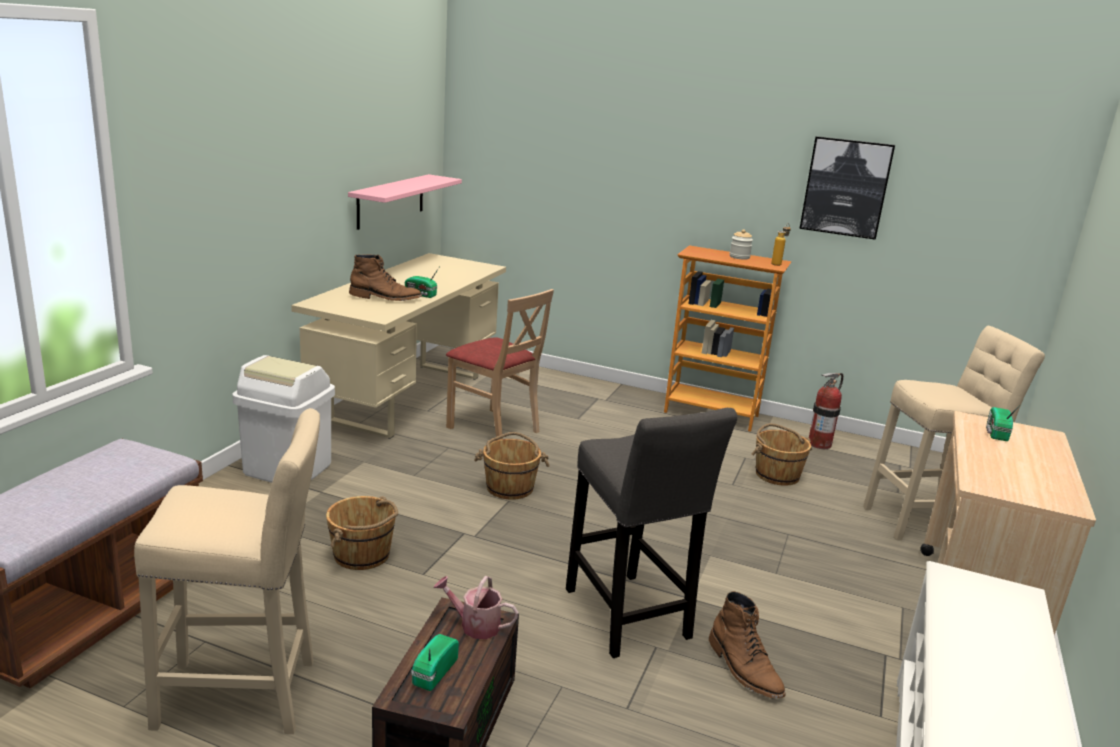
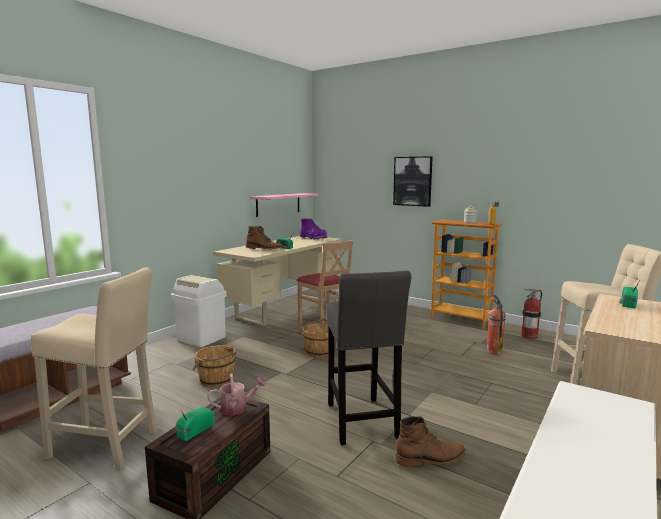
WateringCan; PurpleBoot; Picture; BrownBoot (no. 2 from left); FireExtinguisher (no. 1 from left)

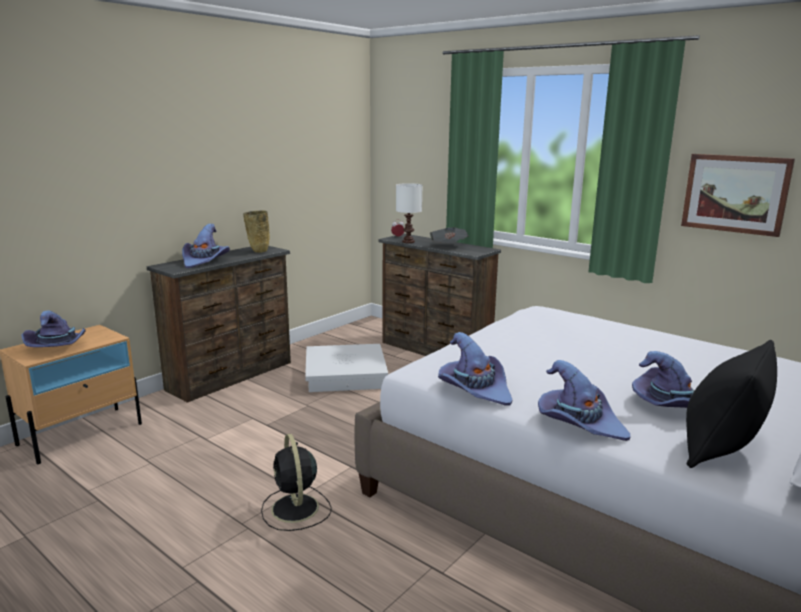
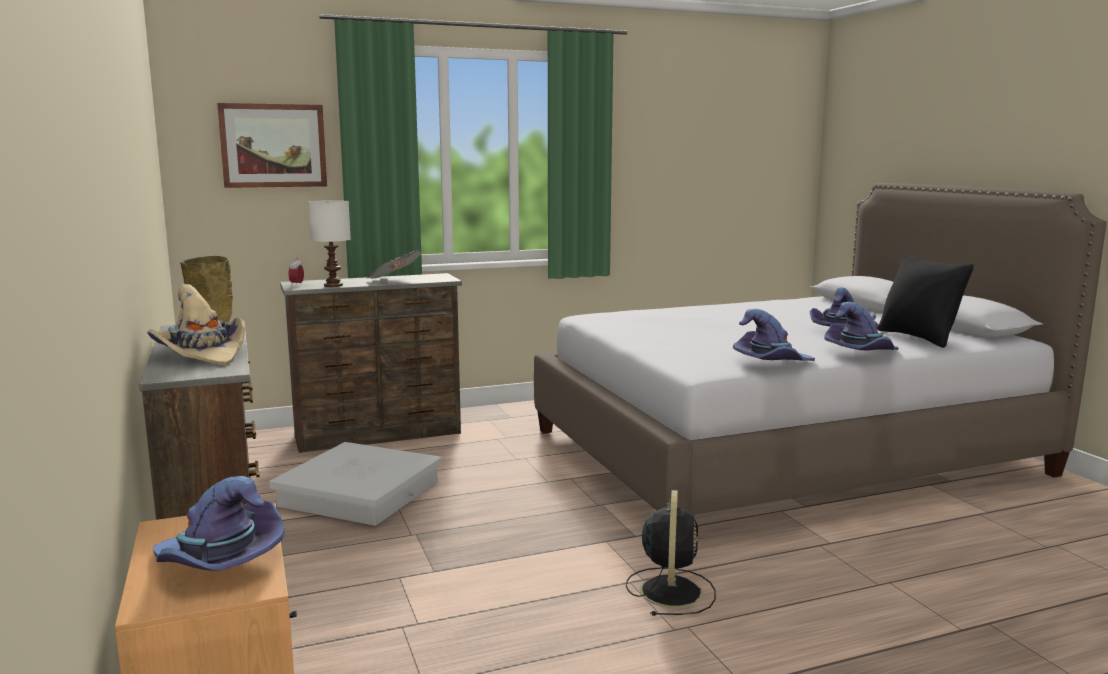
BeigeHat; Picture; BlackFan

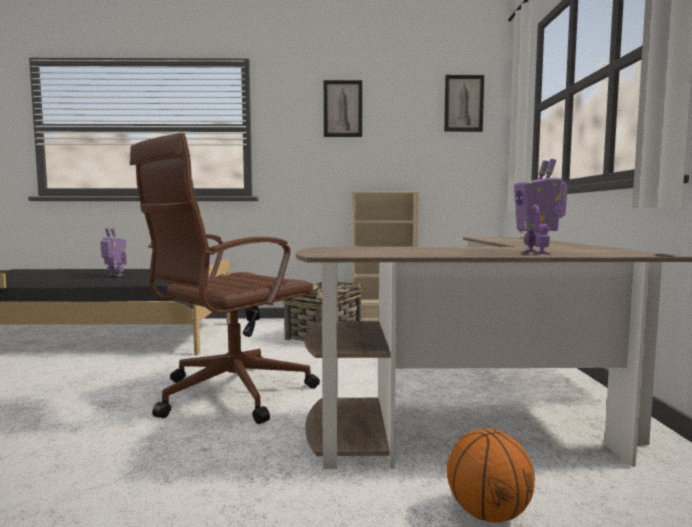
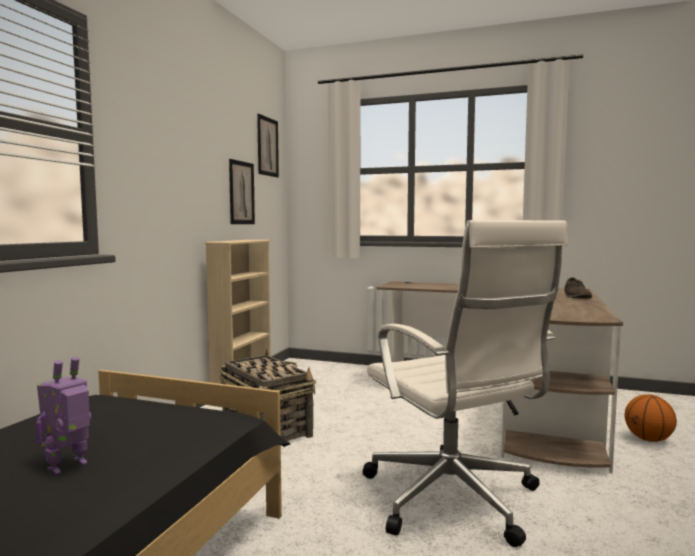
Picture (no. 1 from left); WhiteOfficeChair; BrownShoe

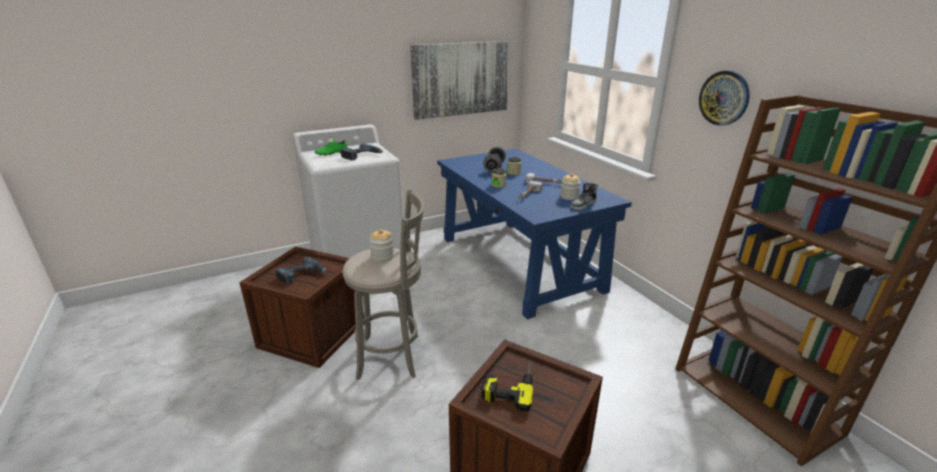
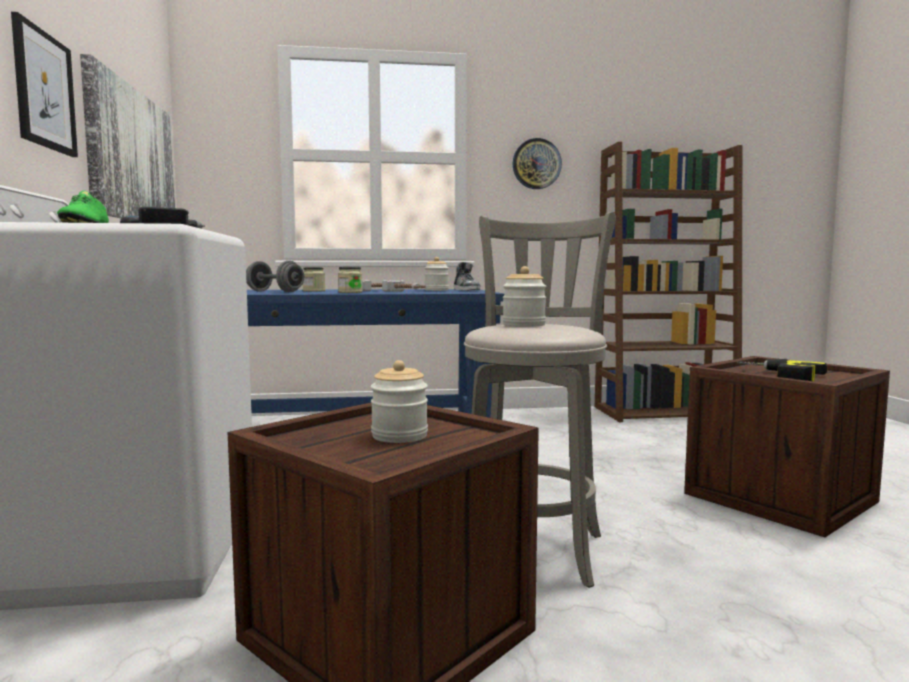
Picture (no. 1 from left); Jar (no. 3 from left)

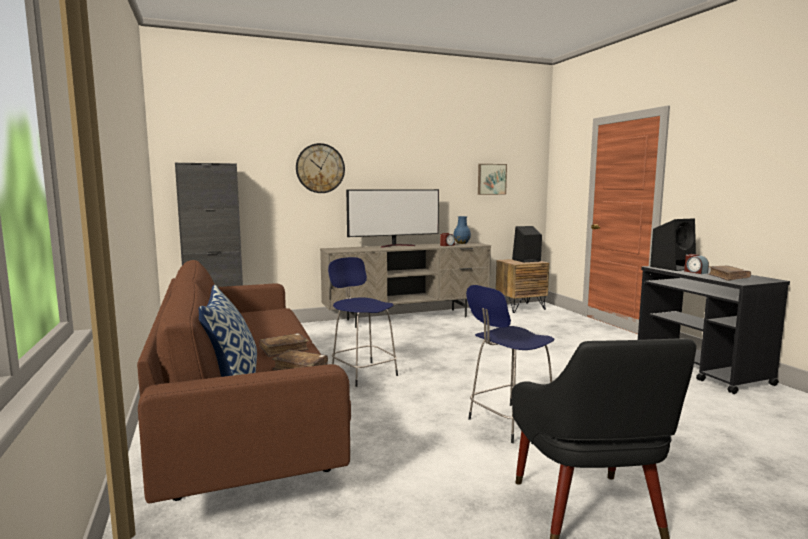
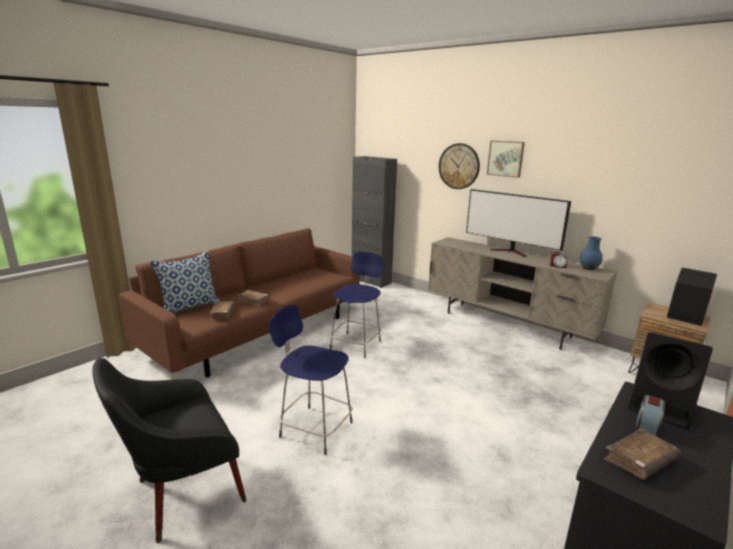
Picture

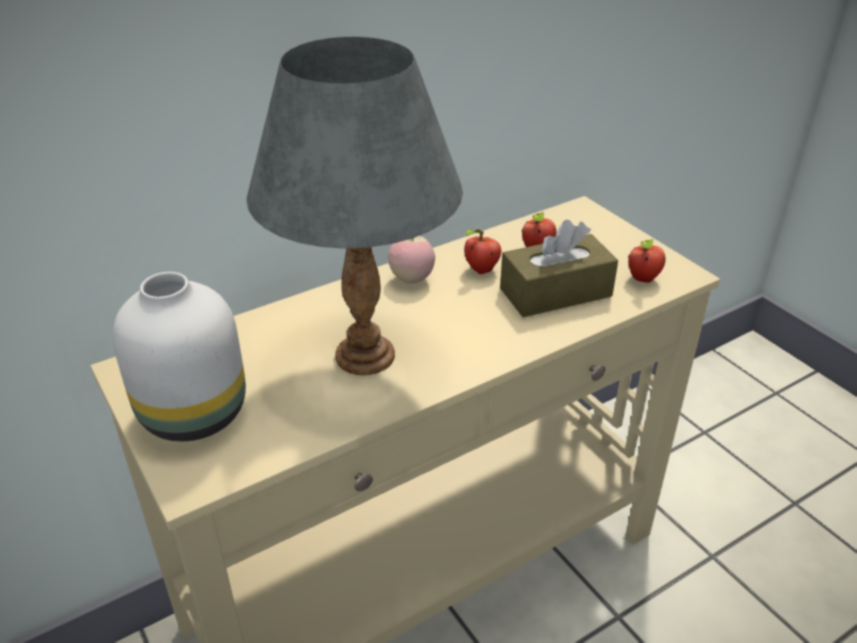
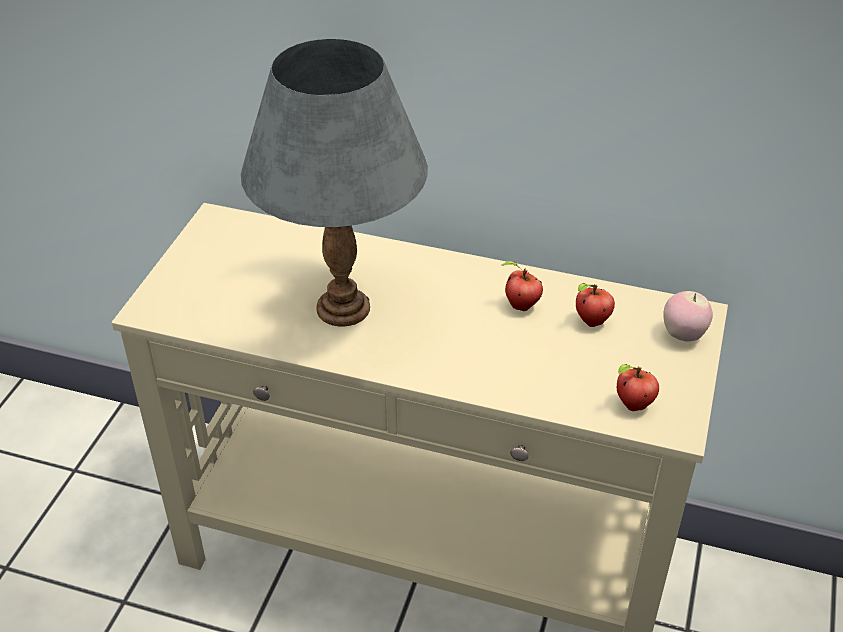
Apple (no. 4 from left); WhiteVase; BrownTissueBox

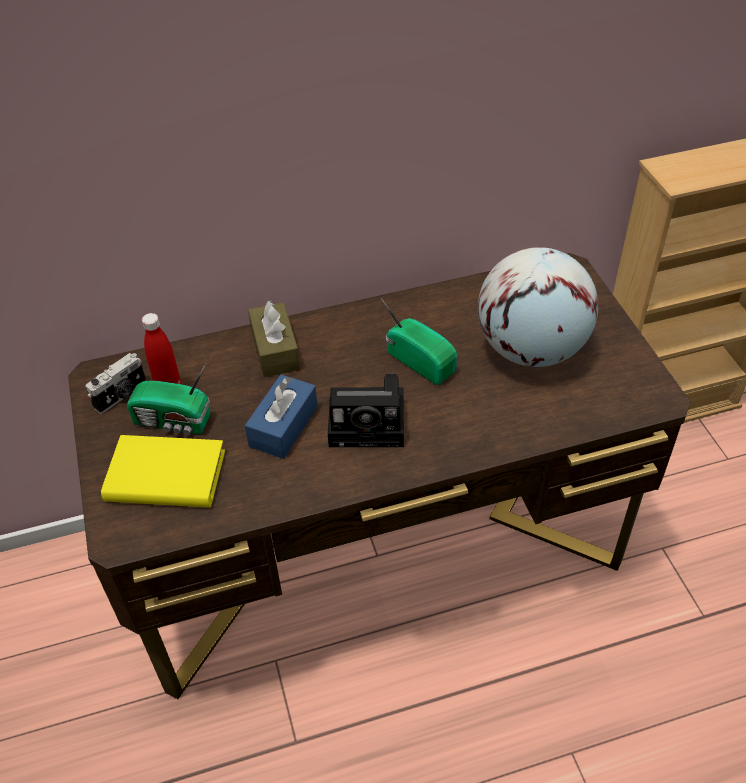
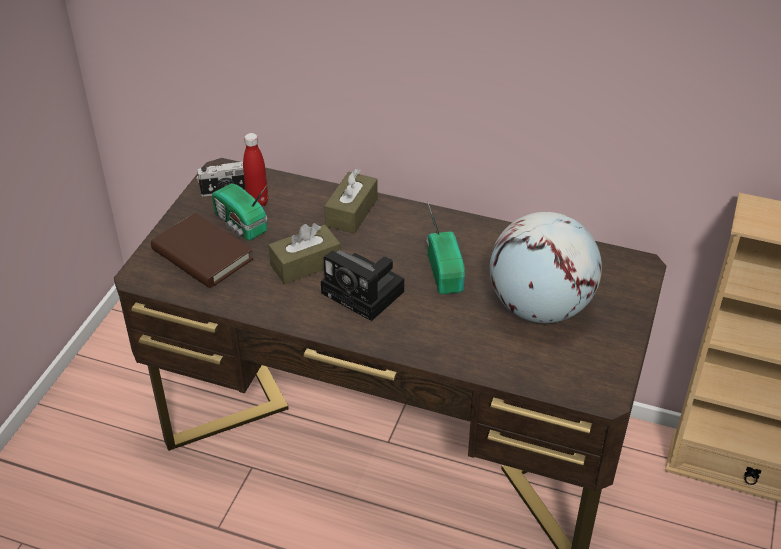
BrownBook; BrownTissueBox (no. 1 from left)

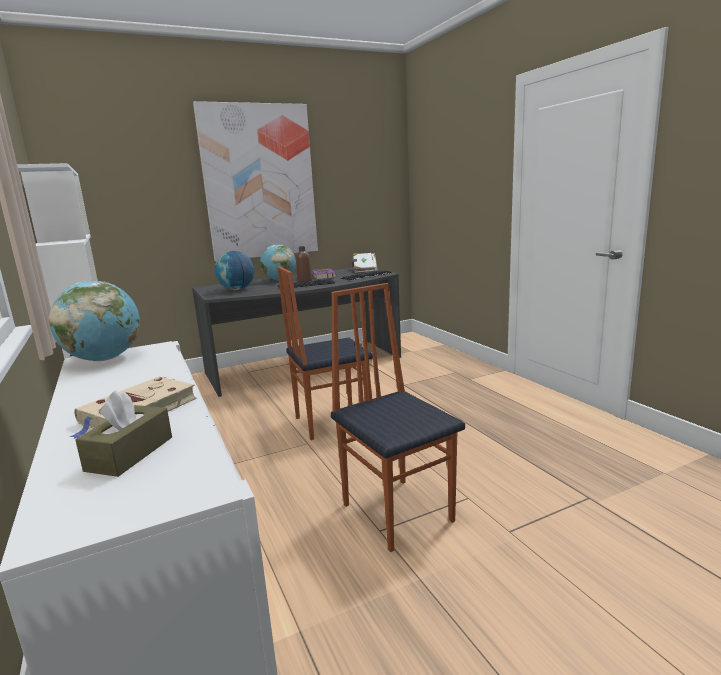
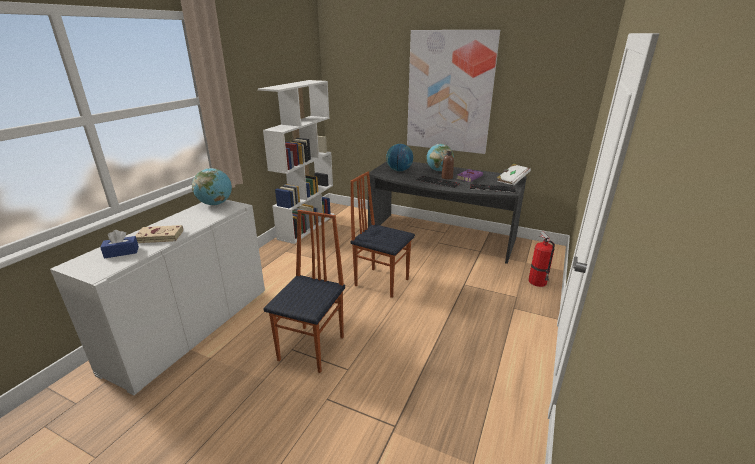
BlueTissueBox; FireExtinguisher

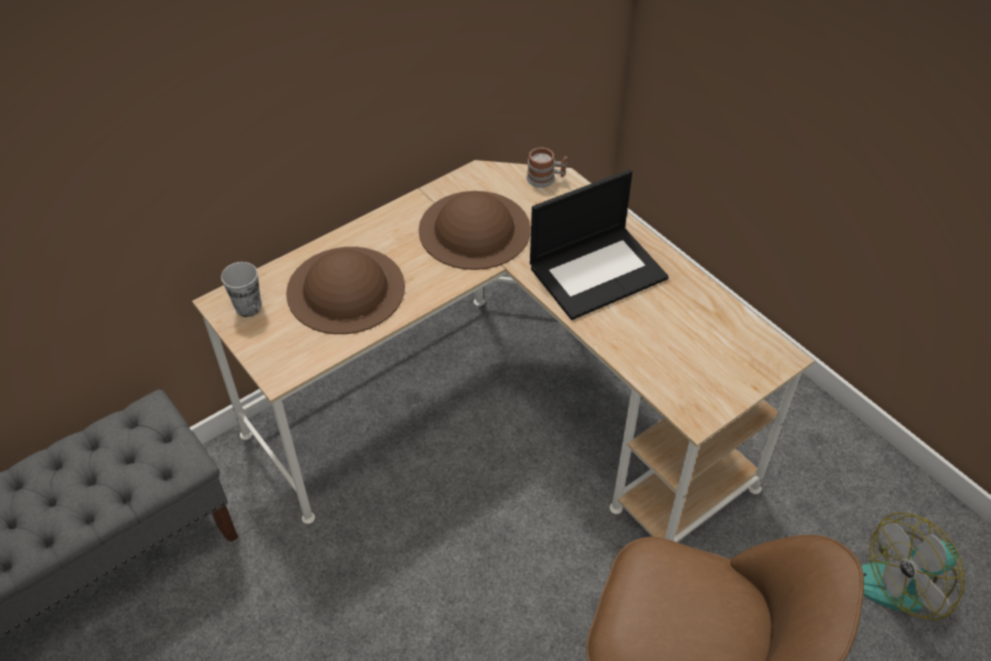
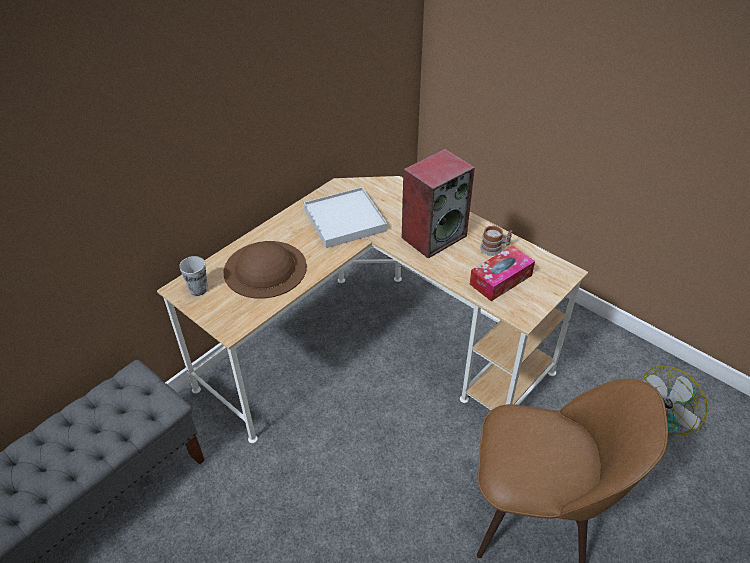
WhiteTray; Speaker; TissueBox; Mug

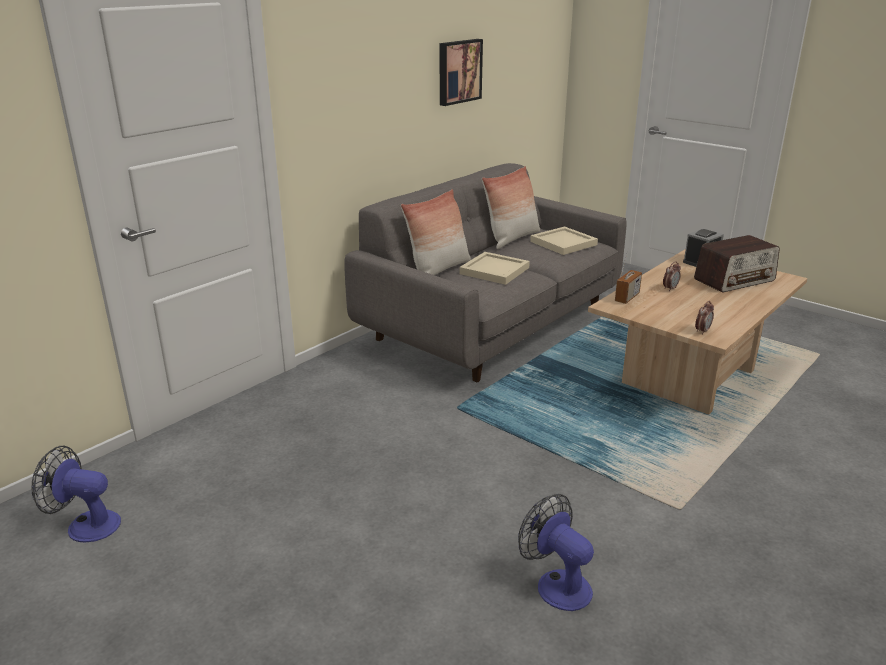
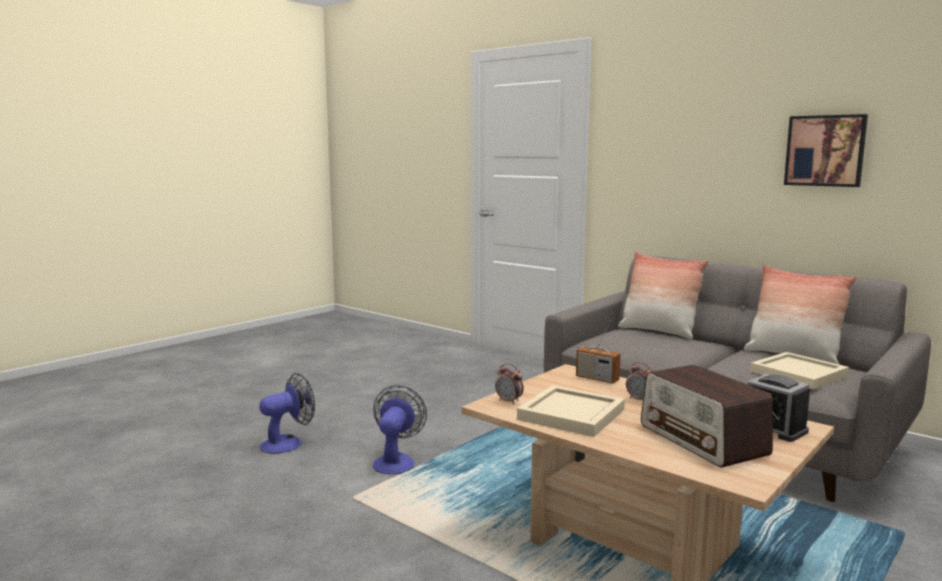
Fan (no. 2 from left); BeigeTray (no. 1 from left)

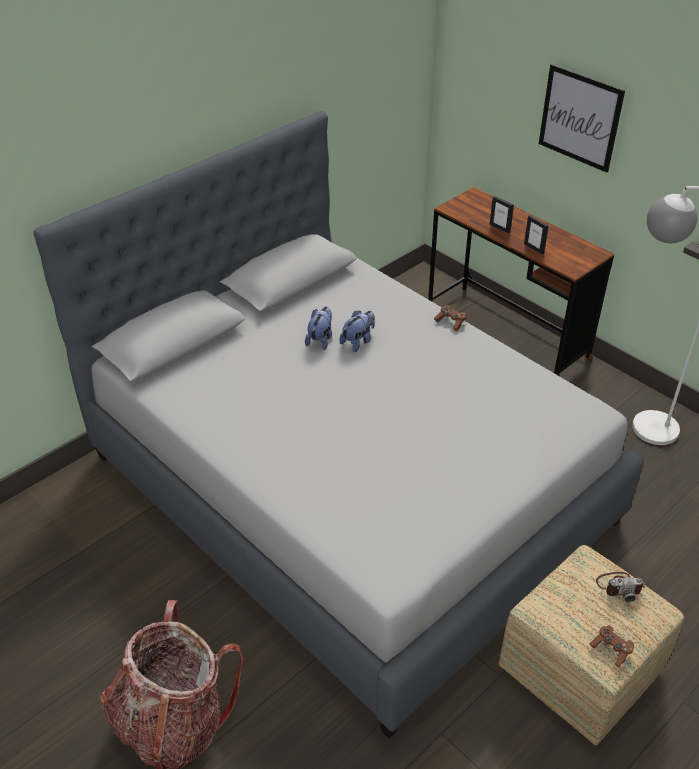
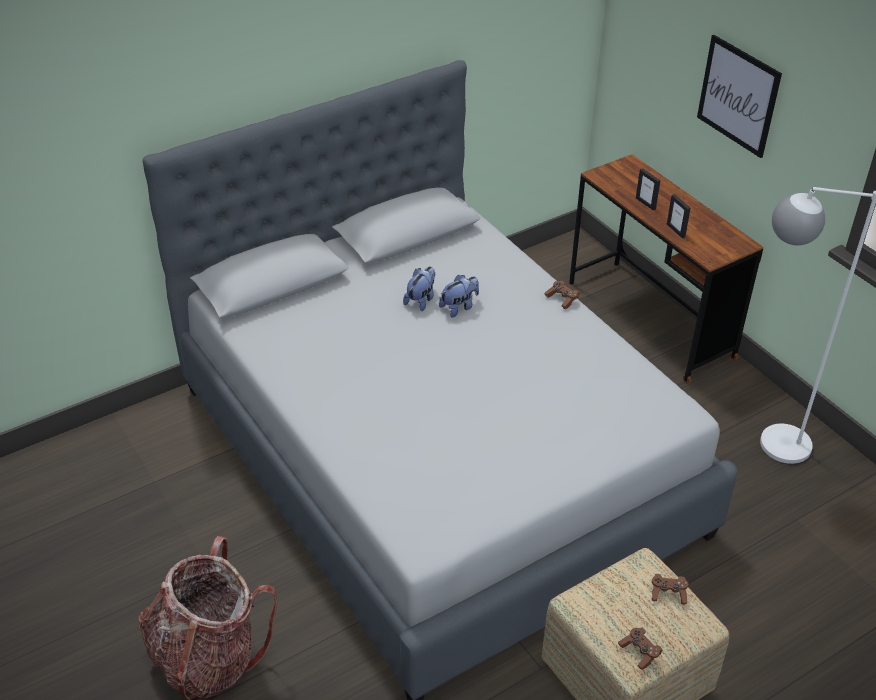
BrownGameController (no. 3 from left)

